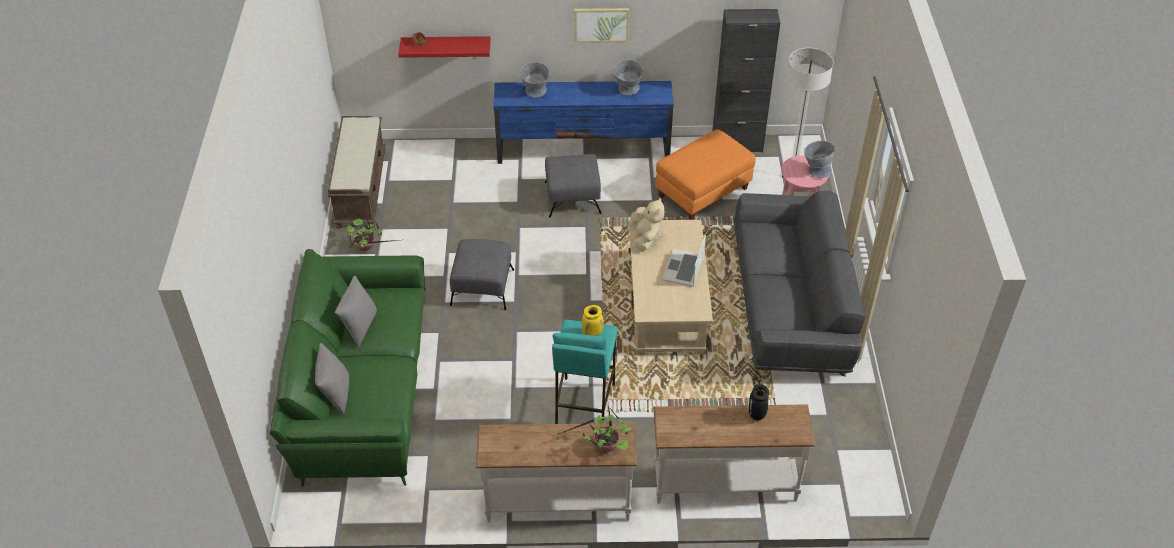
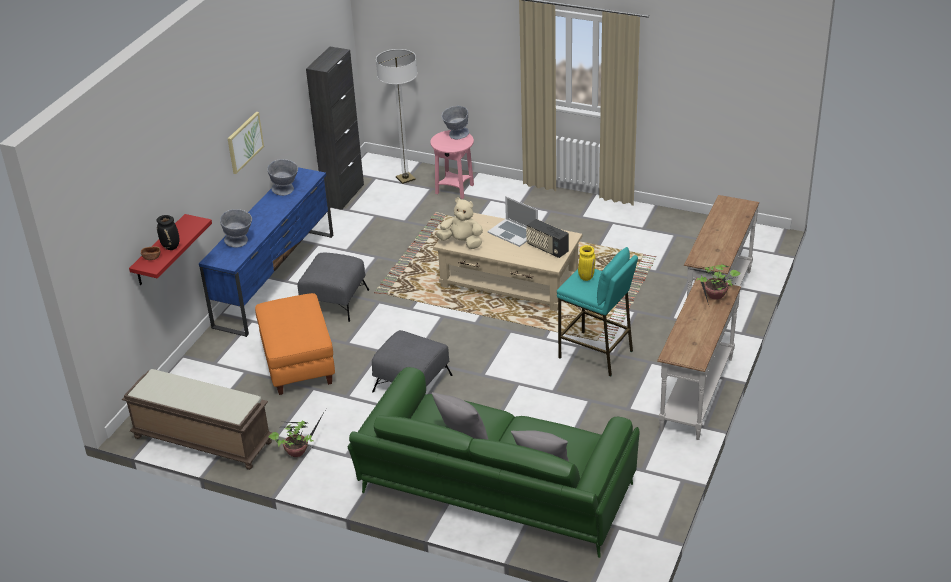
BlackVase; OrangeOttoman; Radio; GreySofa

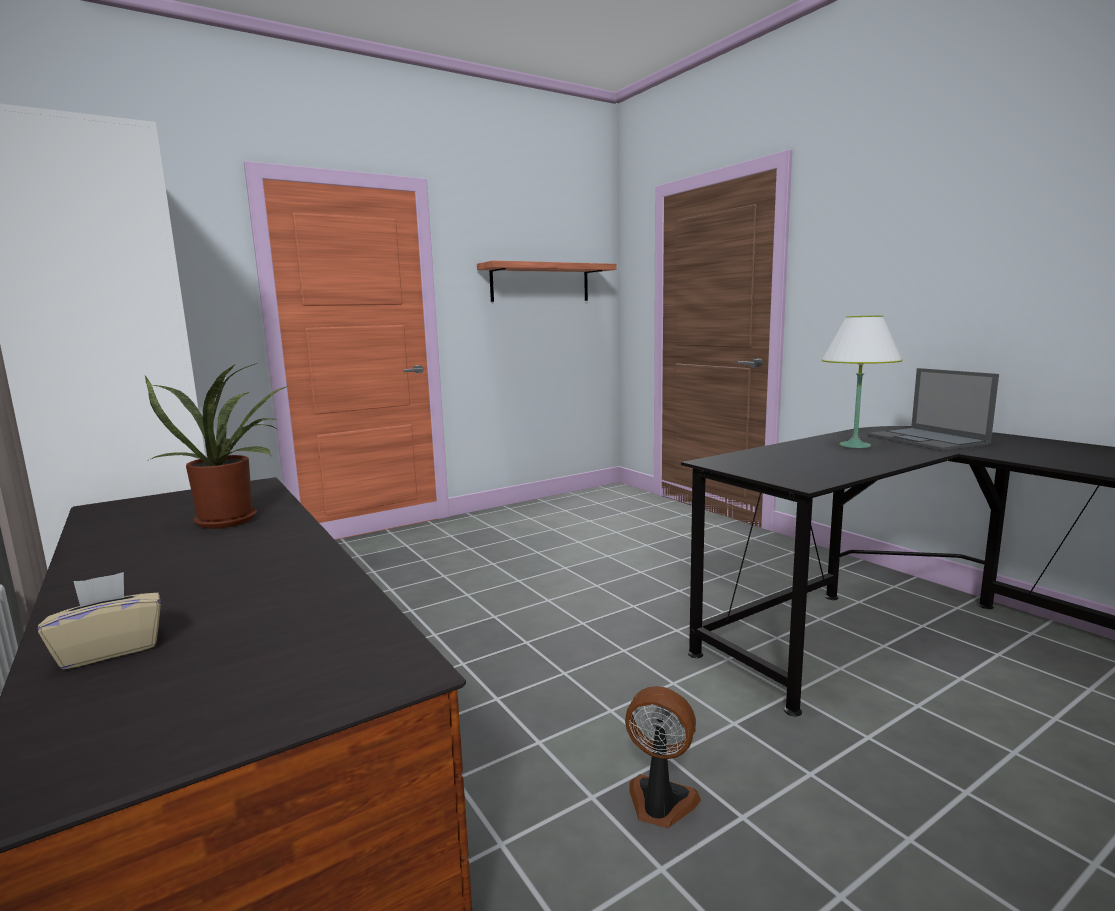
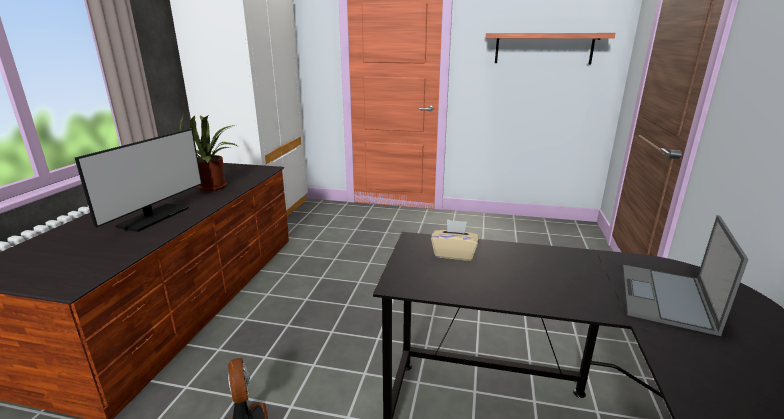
Monitor; BeigeTissueBox; WhiteTableLamp

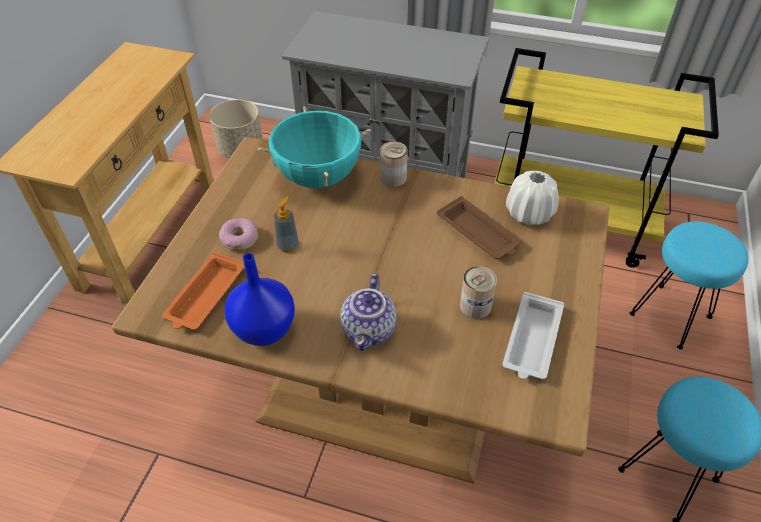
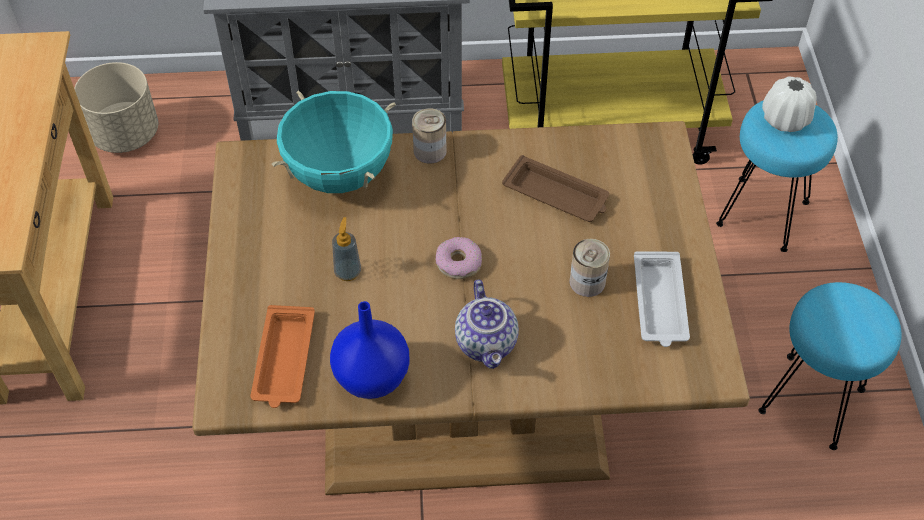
Donut; WhiteVase

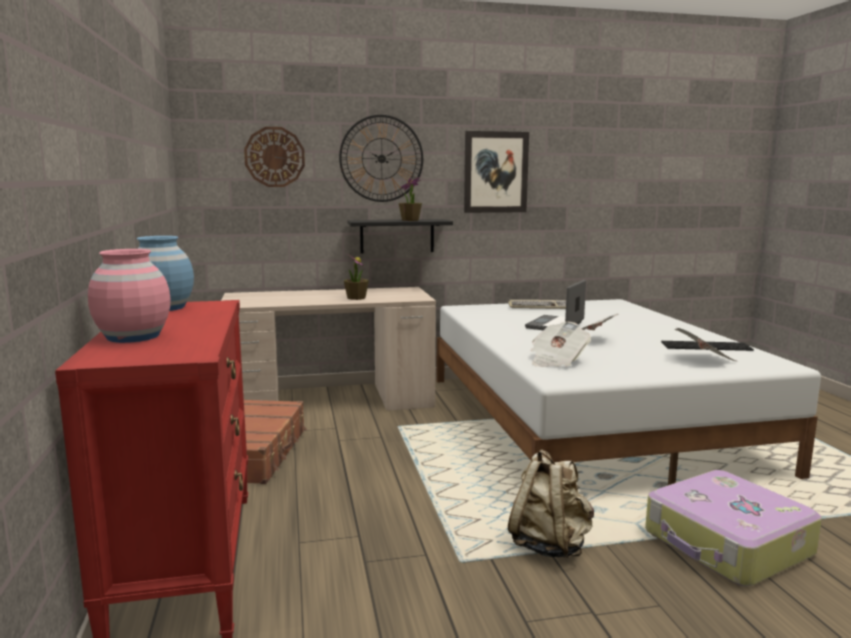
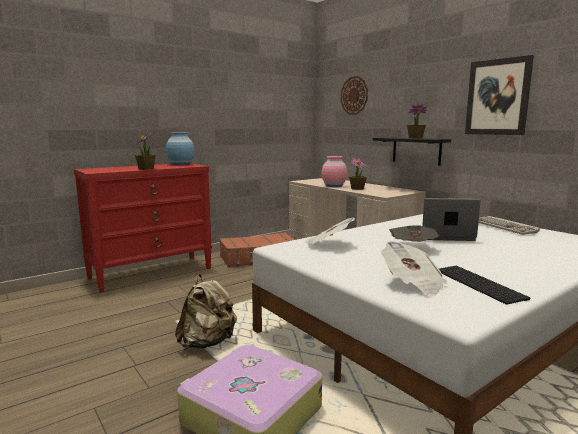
PottedPlant (no. 1 from left); PinkVase; WallClock (no. 2 from left in the first image)

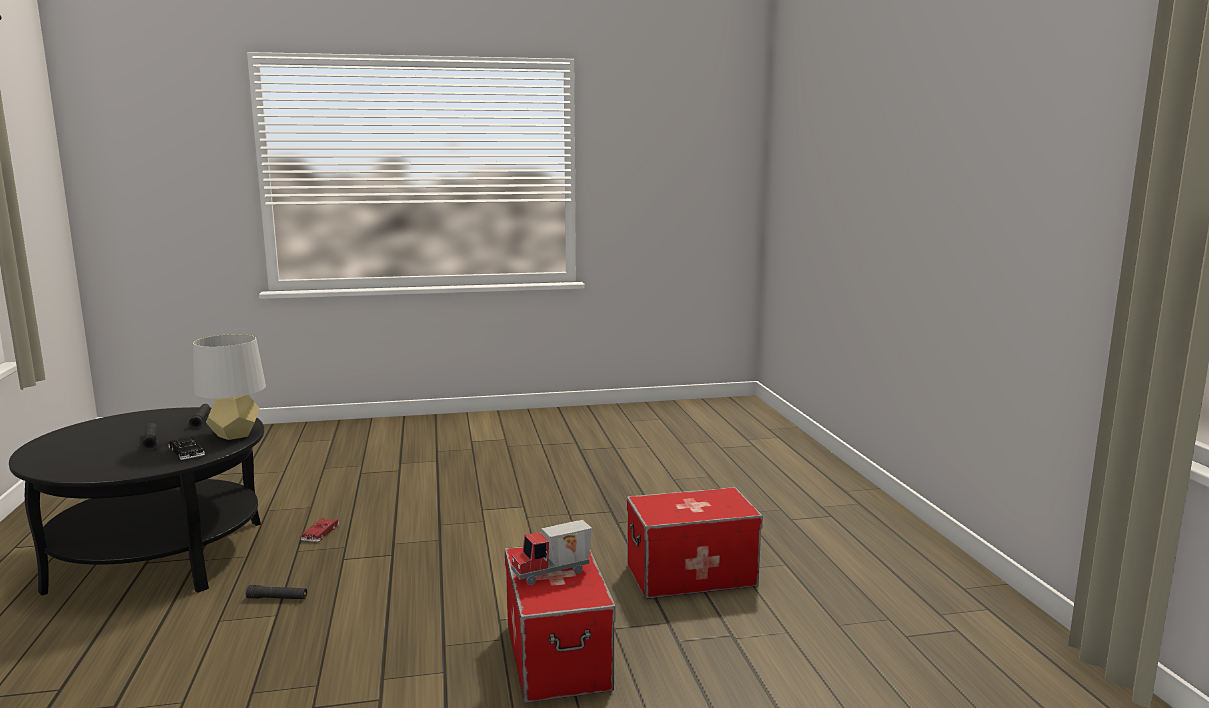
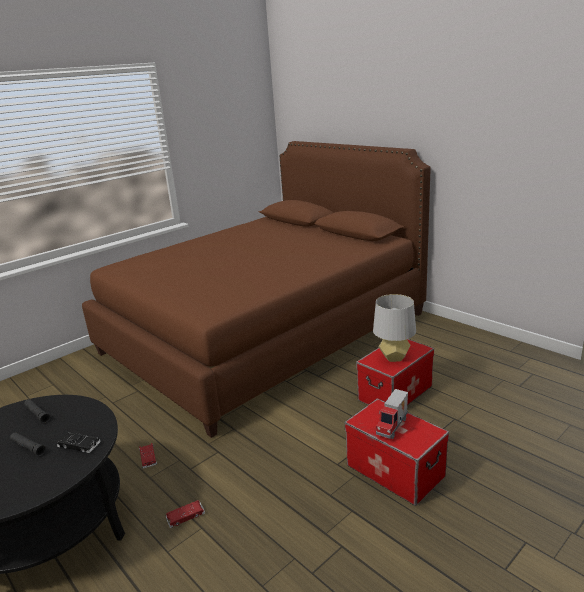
BrownBed; RedToyCar (no. 2 from left); GreyTableLamp

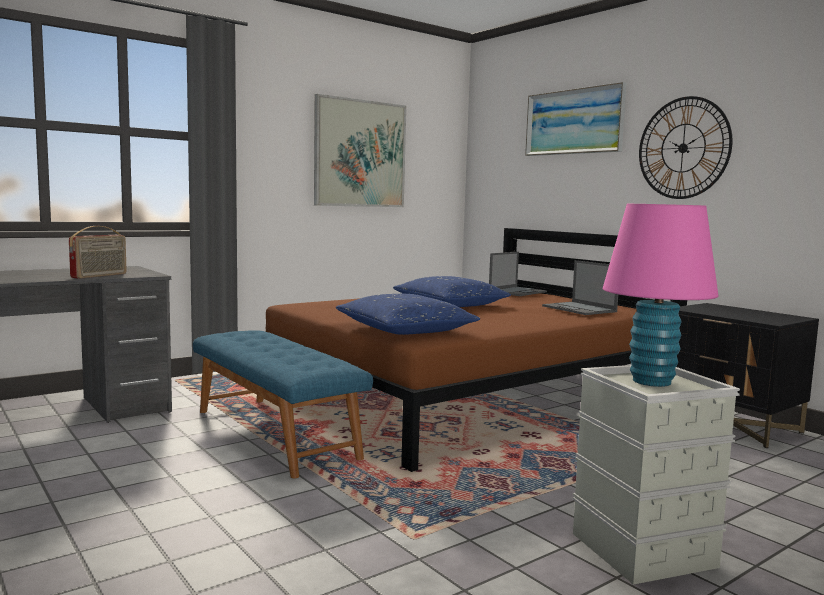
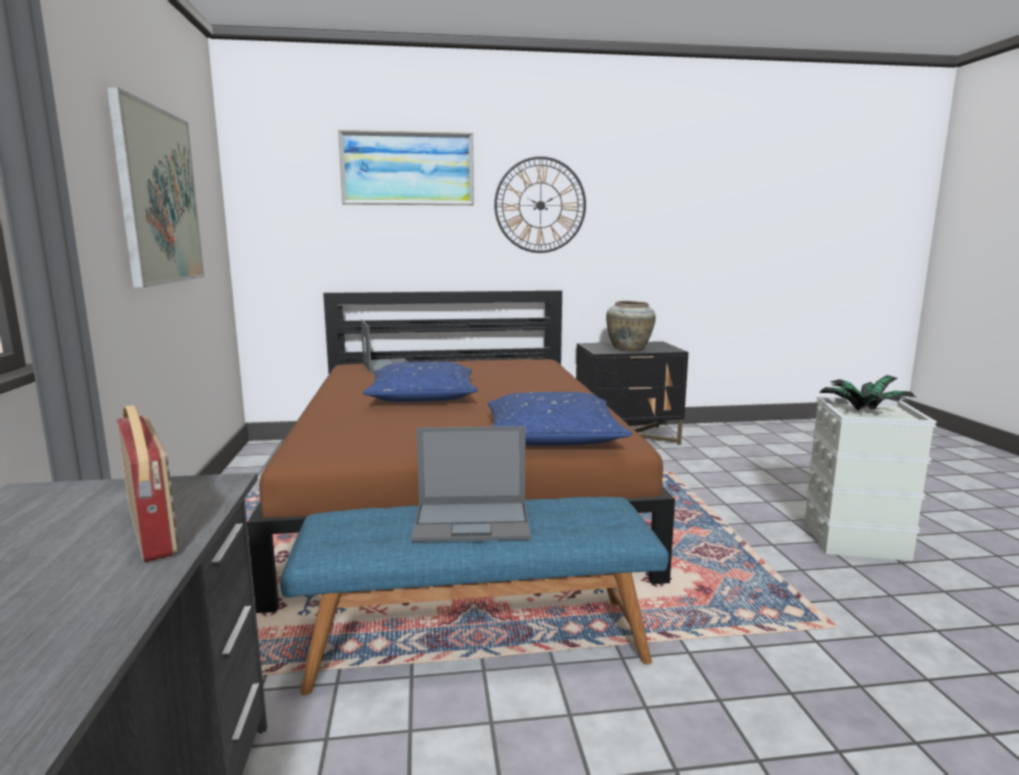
Laptop (no. 2 from left); BeigeVase; PottedPlant

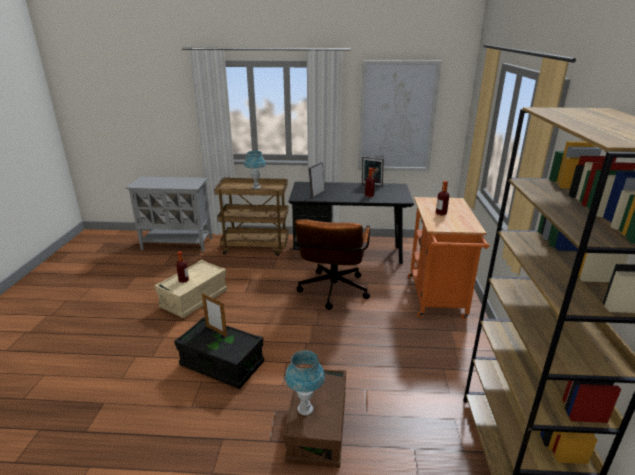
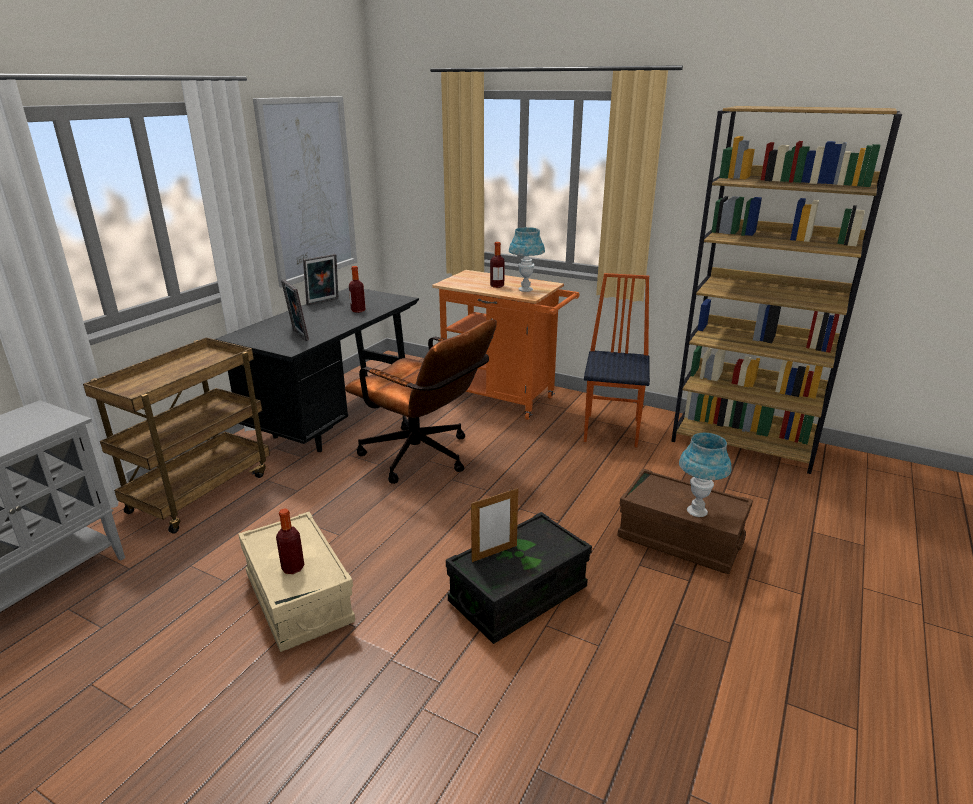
BlueTableLamp (no. 1 from left); Chair

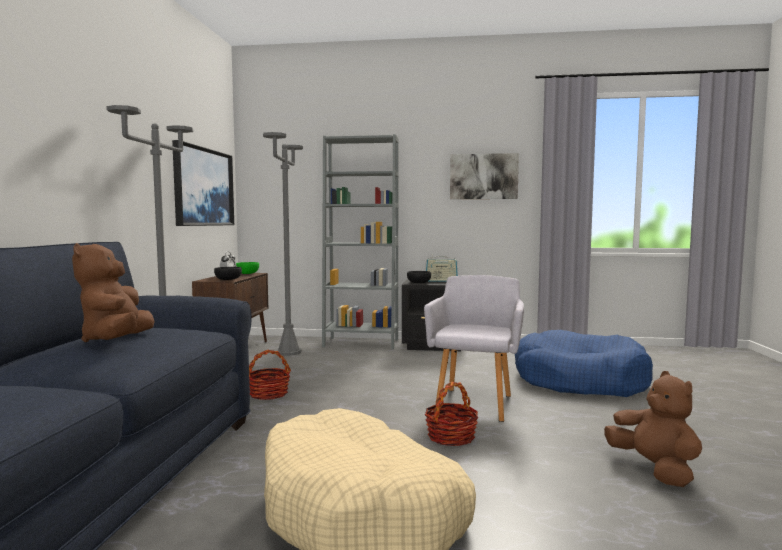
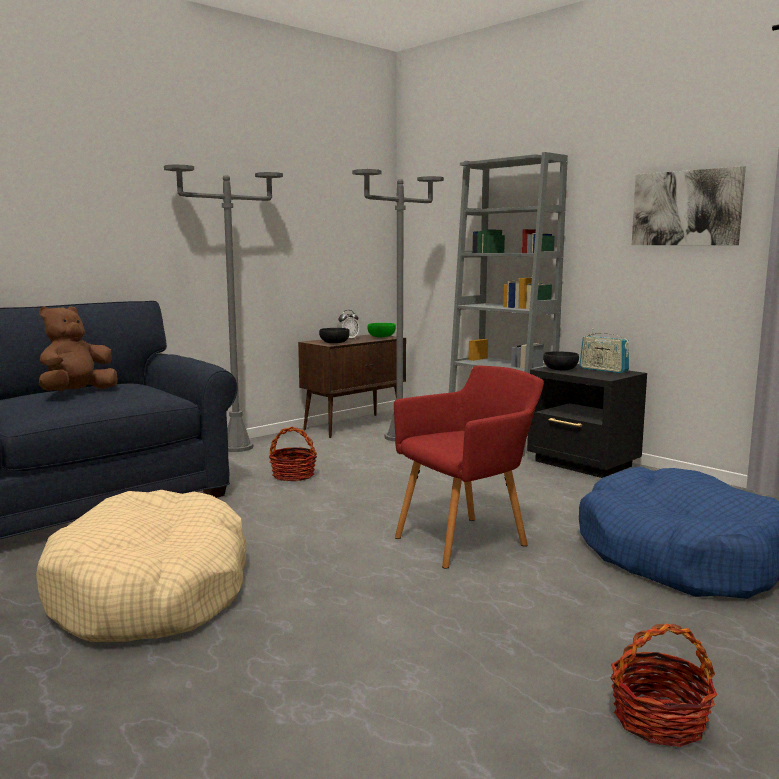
RedArmchair; Basket (no. 2 from left); Picture (no. 1 from left in the first image); BrownPlushToy (no. 2 from left in the first image)

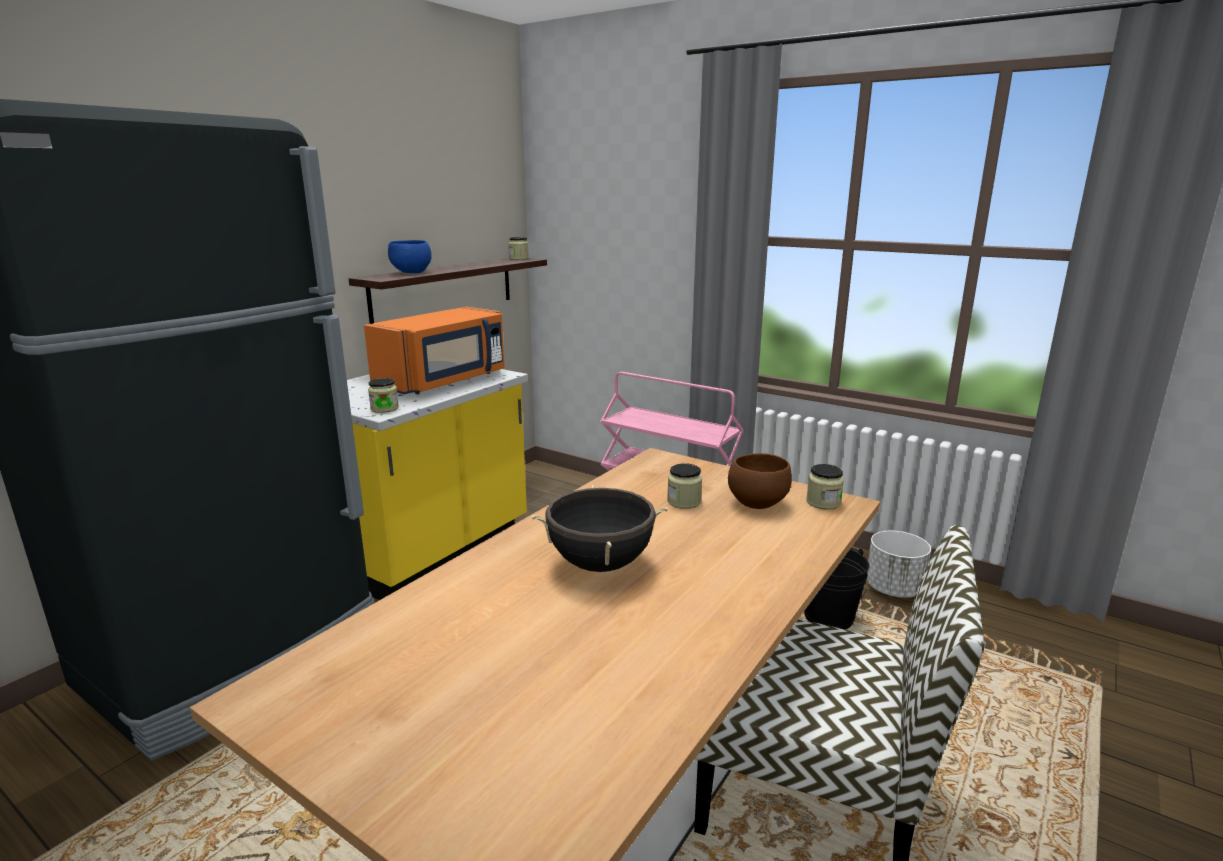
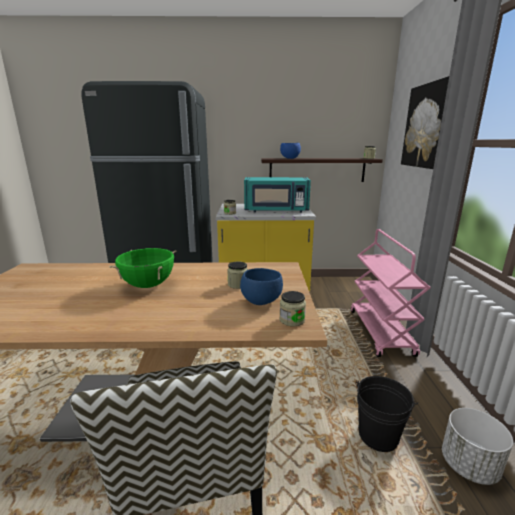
GreenCookingPot; BlueBowl (no. 1 from left); TurquoiseMicrowave; Picture

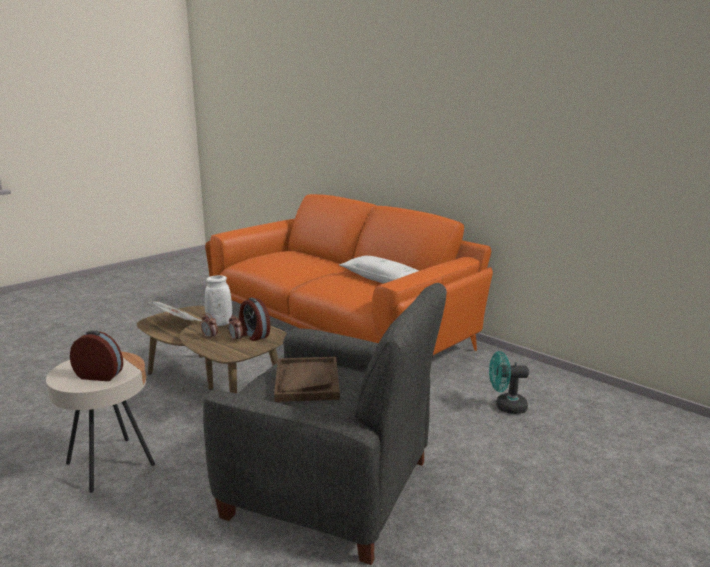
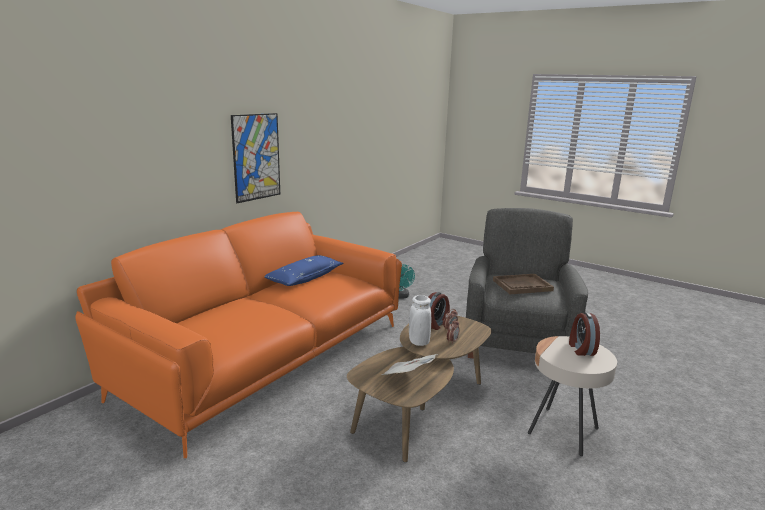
Picture; BluePillow

